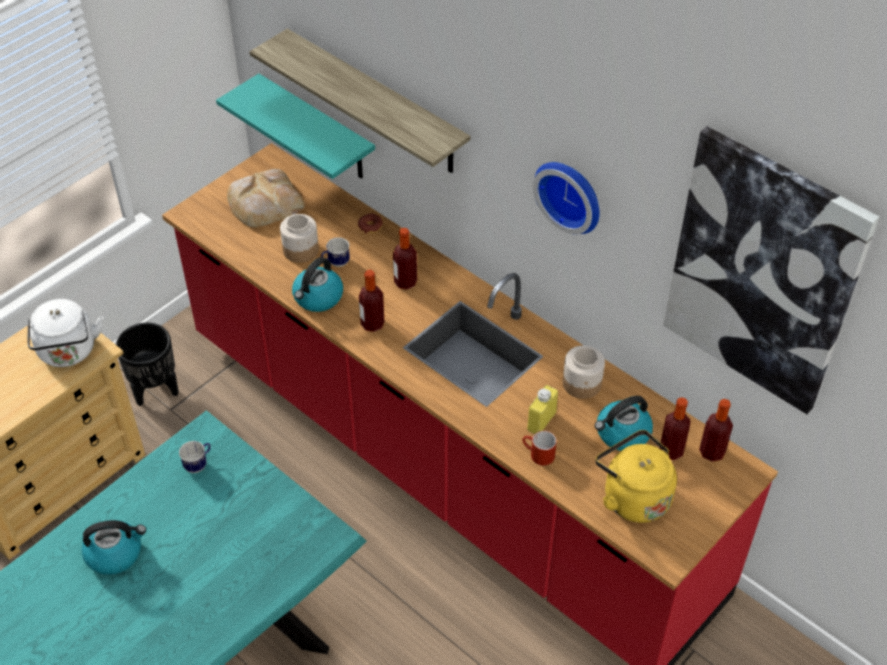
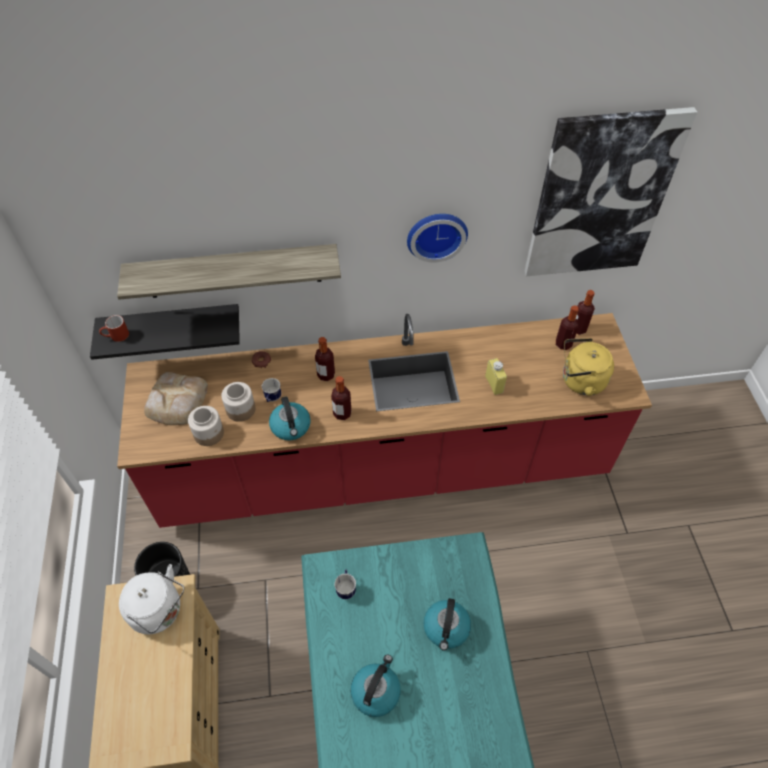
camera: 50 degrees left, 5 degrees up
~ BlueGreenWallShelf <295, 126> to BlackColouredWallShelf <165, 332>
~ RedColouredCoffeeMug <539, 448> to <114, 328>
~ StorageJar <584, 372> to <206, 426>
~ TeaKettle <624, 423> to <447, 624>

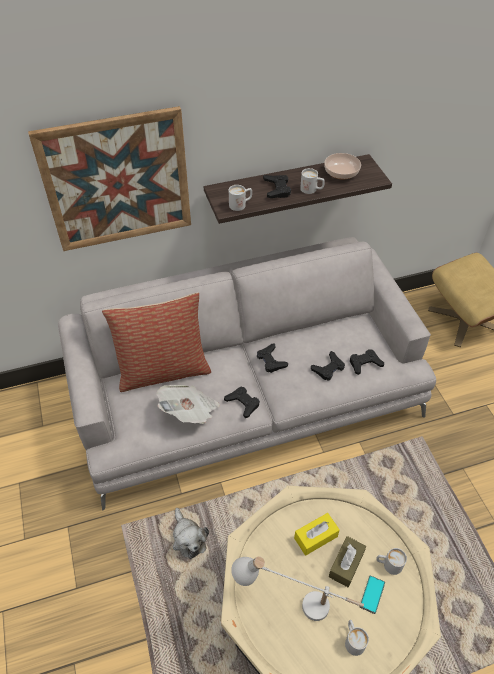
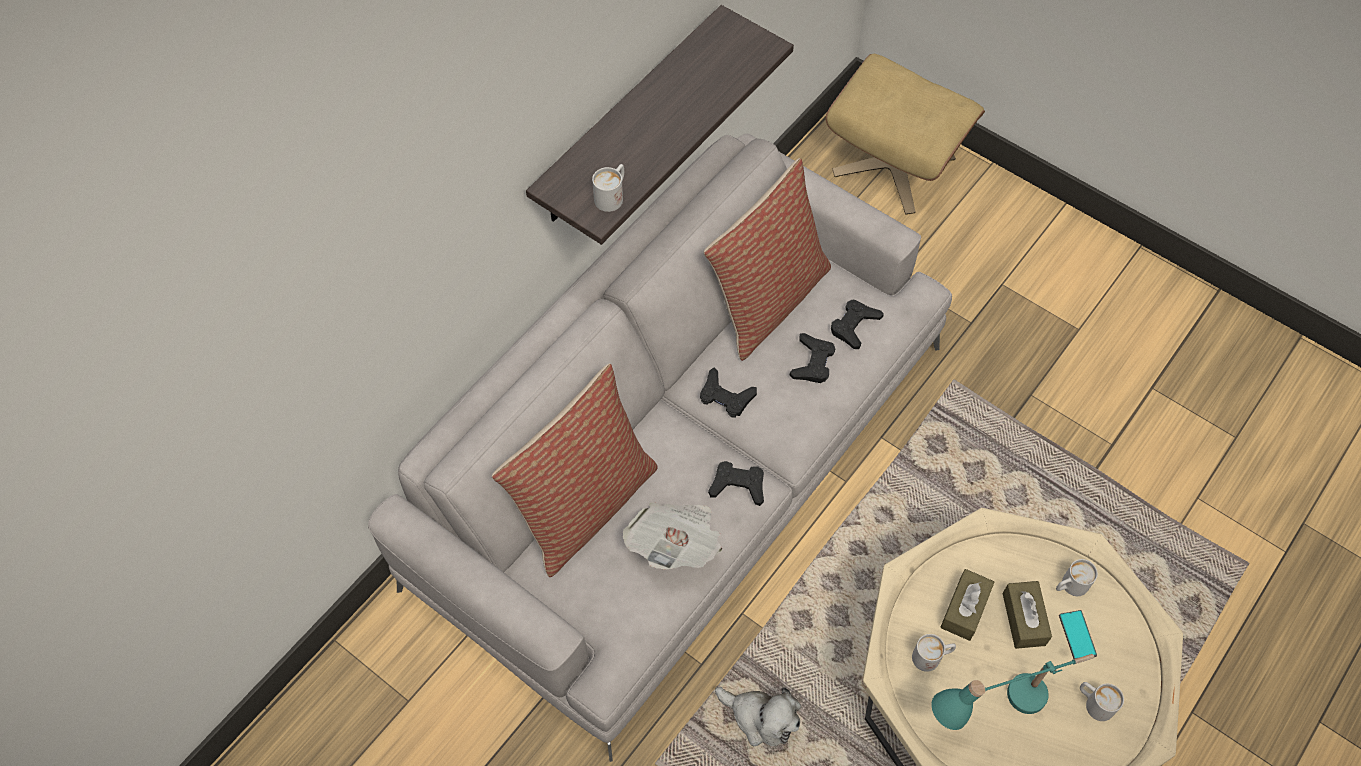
camera: 35 degrees left, 10 degrees up
- WallPicture <109, 178>
~ WhiteColouredTableLamp <297, 588> to BlueGreenTableLamp <1013, 692>
- BlackColouredGameController <277, 186>
~ YellowishTissueHolder <317, 534> to BrownishTissueHolder <967, 605>
~ WhiteColouredCoffeeMug <312, 181> to <934, 653>
- Bowl <342, 166>
+ ThrowPillow <767, 259>

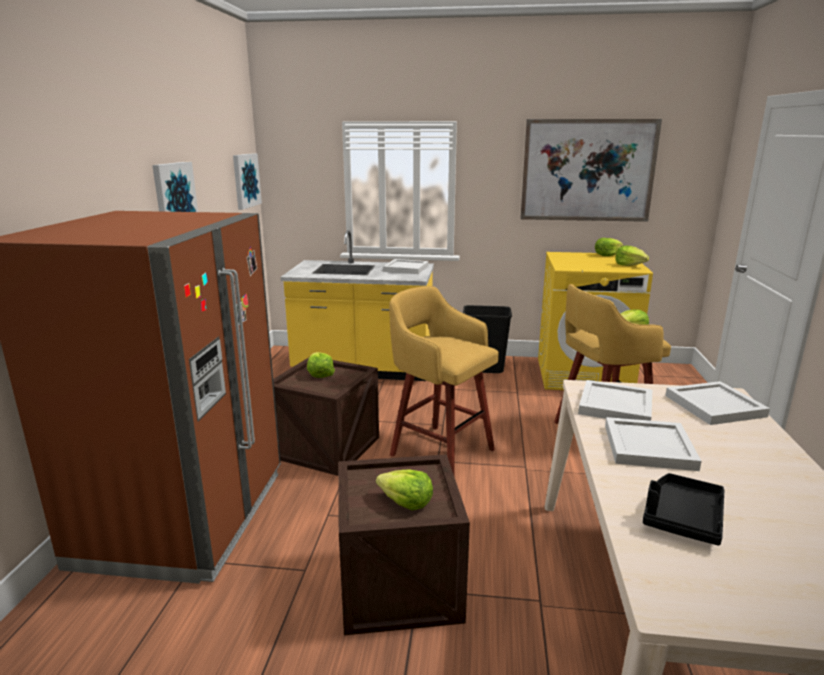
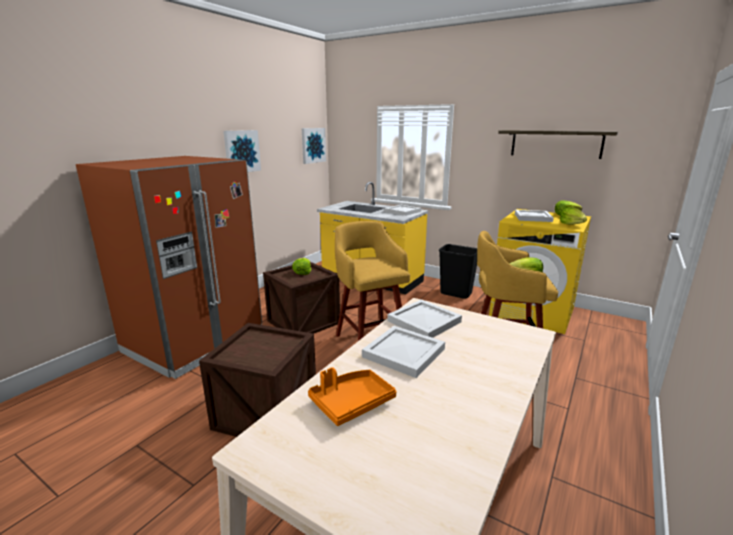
camera: 25 degrees right, 0 degrees up
- HeadOfLettuce <404, 490>
~ WallPicture <591, 170> to WallShelf <558, 144>
~ BlackColouredServingTray <683, 509> to OrangeyServingTray <352, 396>
~ WhiteColouredServingTray <718, 403> to <534, 216>

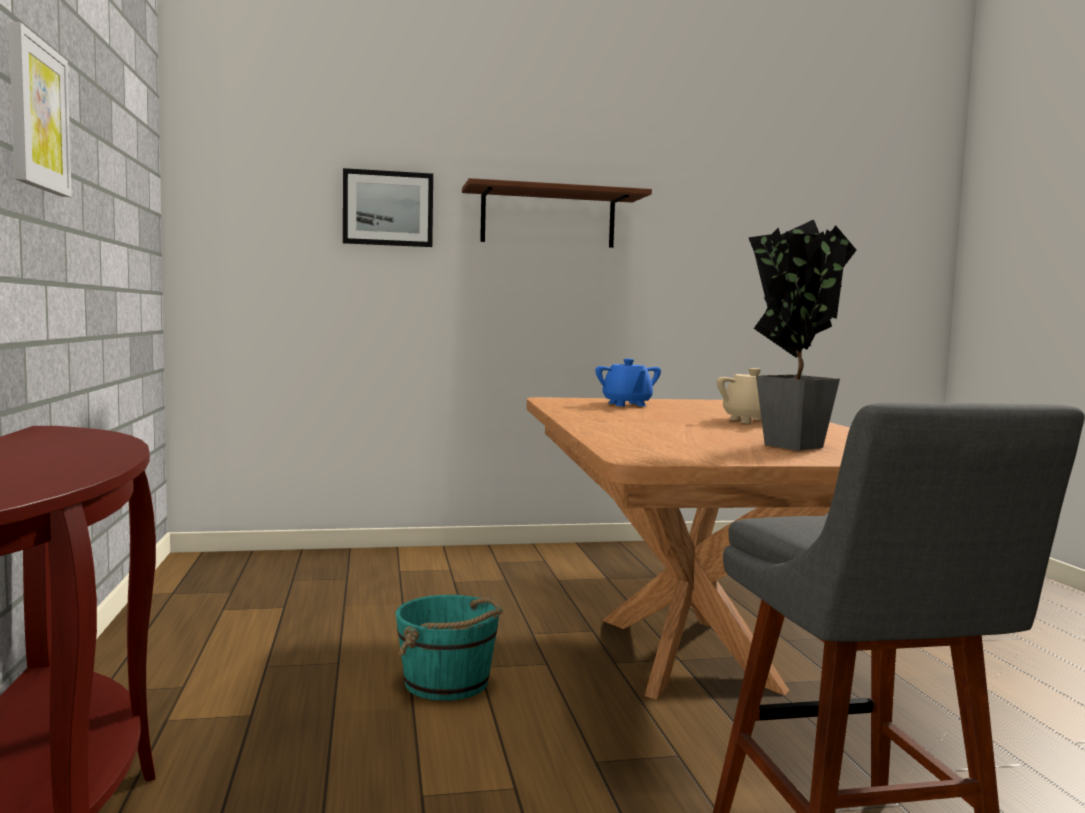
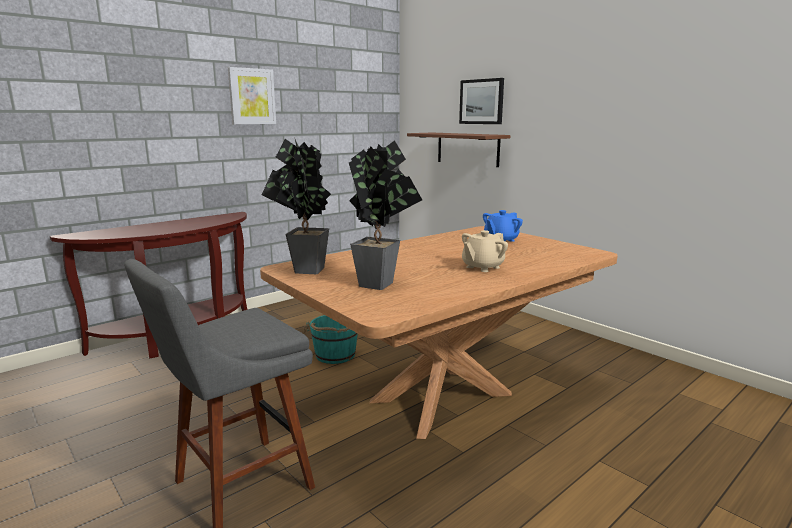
camera: 60 degrees right, 10 degrees up
~ BrownishWallShelf <557, 213> to <458, 150>
+ Houseplant <296, 206>

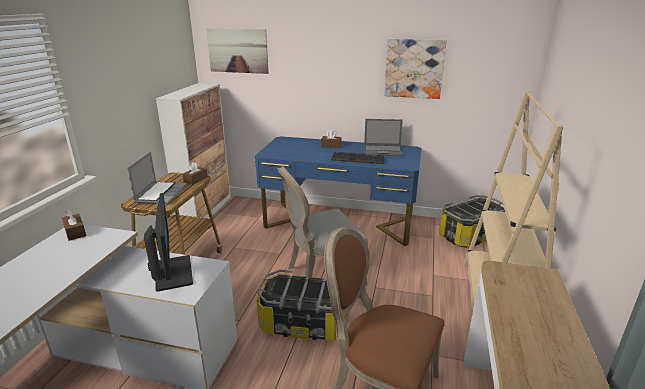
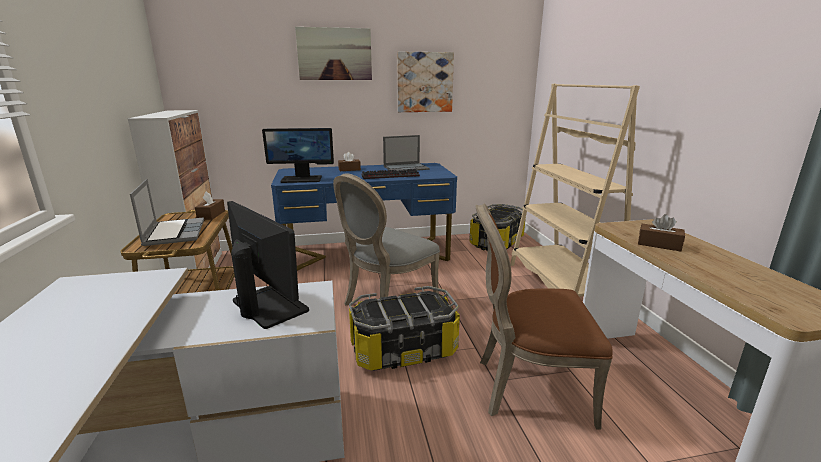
camera: 25 degrees left, 5 degrees down
~ BrownishTissueHolder <74, 225> to <661, 233>
~ WallPicture <237, 51> to <333, 53>
+ ComputerDisplay <298, 155>

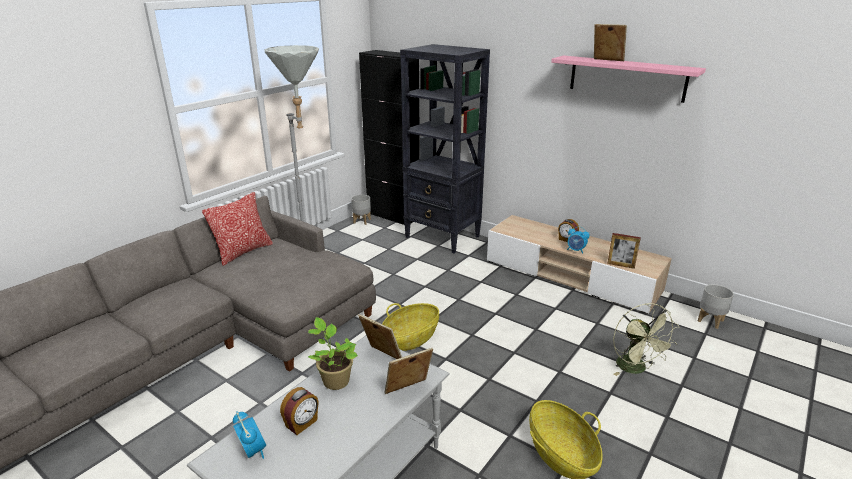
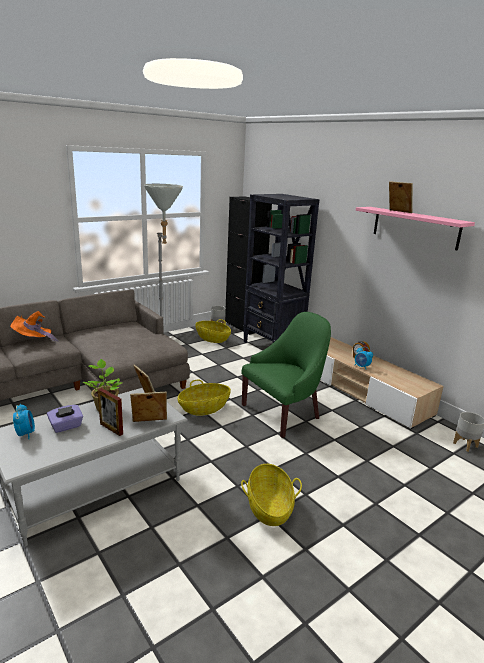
camera: 15 degrees right, 5 degrees down
- ThrowPillow <237, 229>
~ TableClock <299, 411> to PurpleColouredTissueHolder <65, 419>
~ PictureFrame <624, 251> to <110, 412>
- GreenishElectricFan <646, 339>
+ OrangeyWearableHat <34, 327>
+ StorageBasket <213, 331>
+ GreenishArmchair <286, 375>

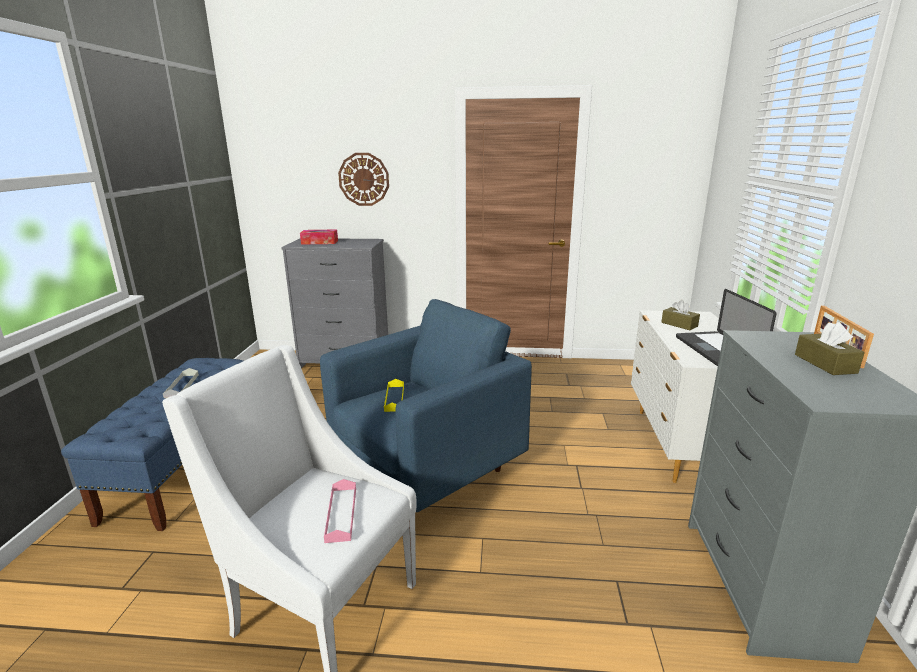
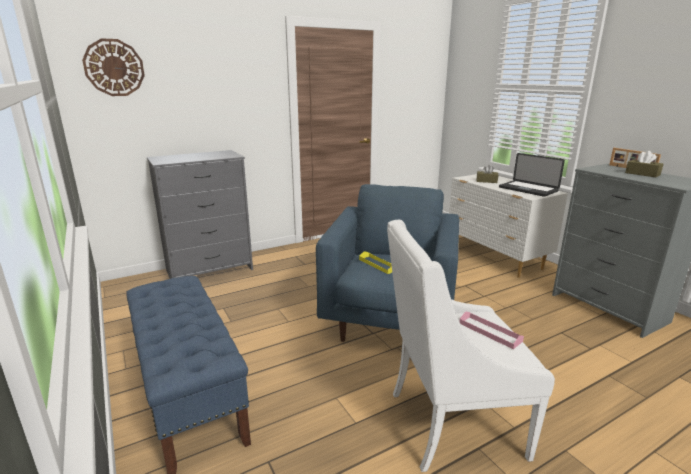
camera: 35 degrees left, 0 degrees up
- GreyishServingTray <181, 383>
- TissueHolder <319, 236>
~ WallClock <363, 179> to <113, 67>

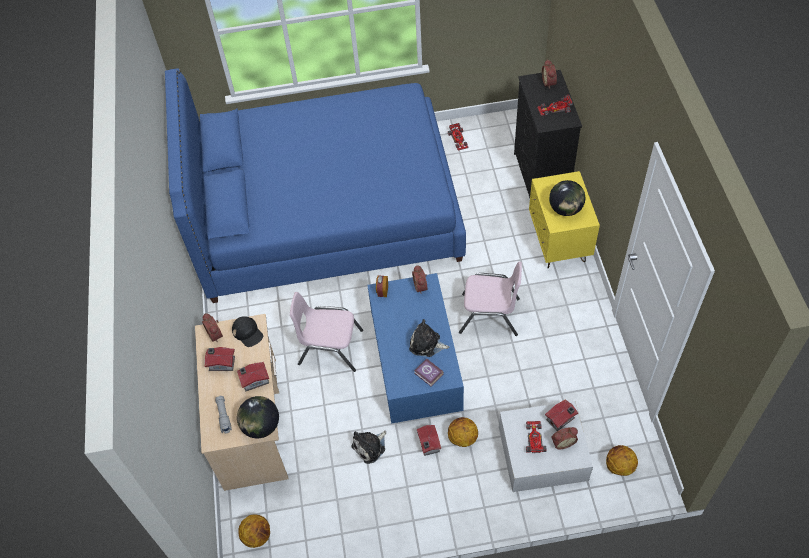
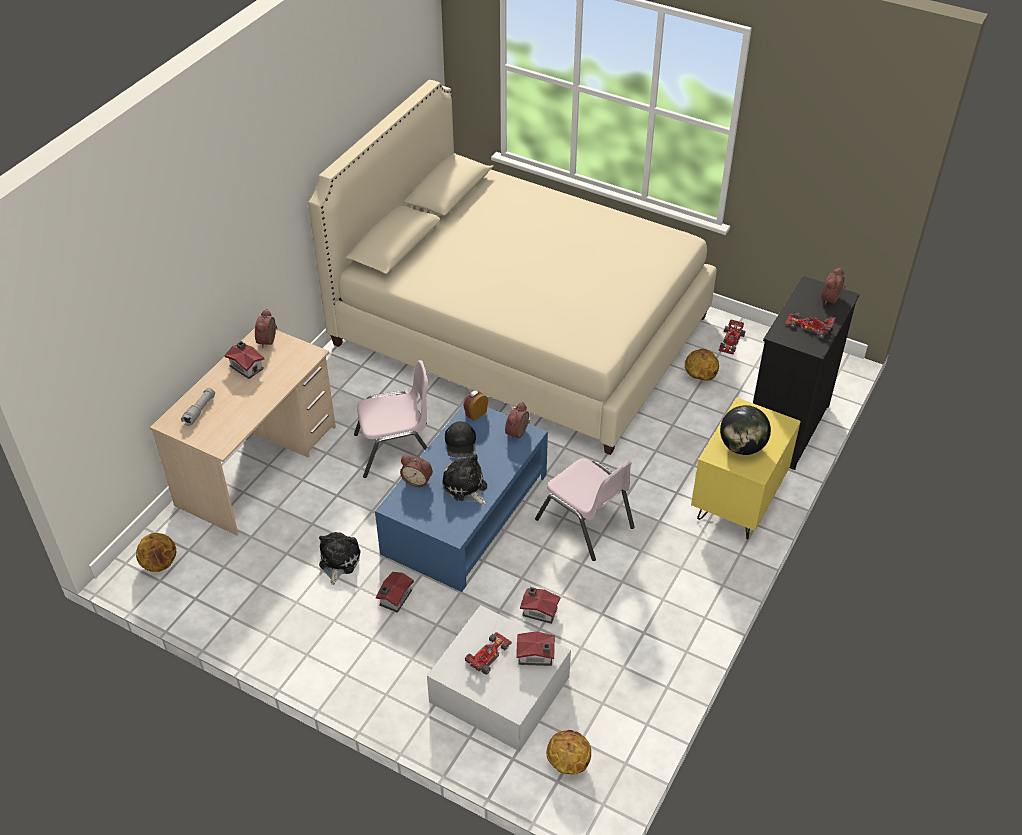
camera: 35 degrees right, 10 degrees down
~ BlueColouredSleepingBed <315, 185> to SandColouredSleepingBed <512, 267>
~ BlackColouredCap <247, 331> to <460, 439>
~ MiniatureHouse <253, 376> to <540, 605>
- DeskGlobe <258, 417>
~ PinkishUprightChair <326, 332> = <391, 419> 120 degrees clockwise
~ SoftToy <368, 447> = <340, 558> 105 degrees clockwise
- Book <429, 372>
~ BasketballBall <463, 432> to <702, 365>
~ TableClock <564, 438> to <416, 471>

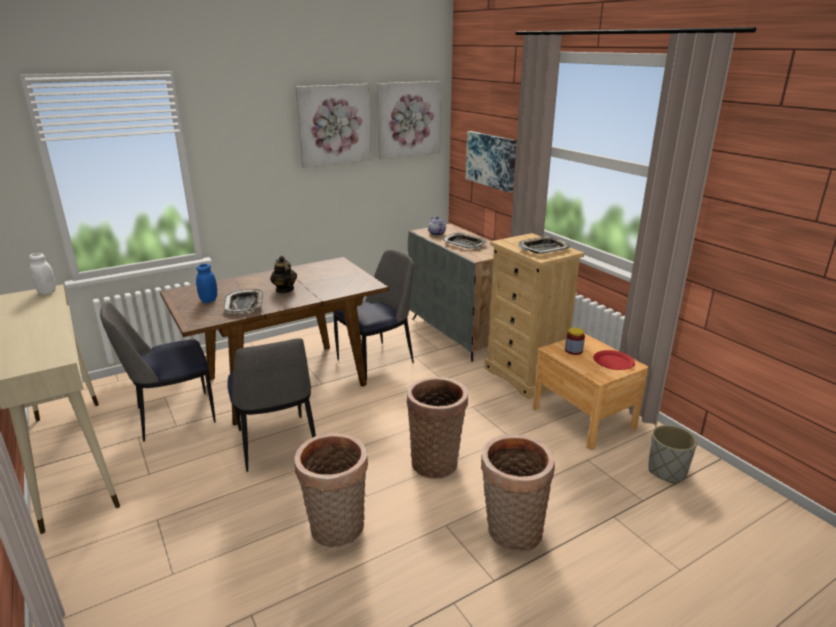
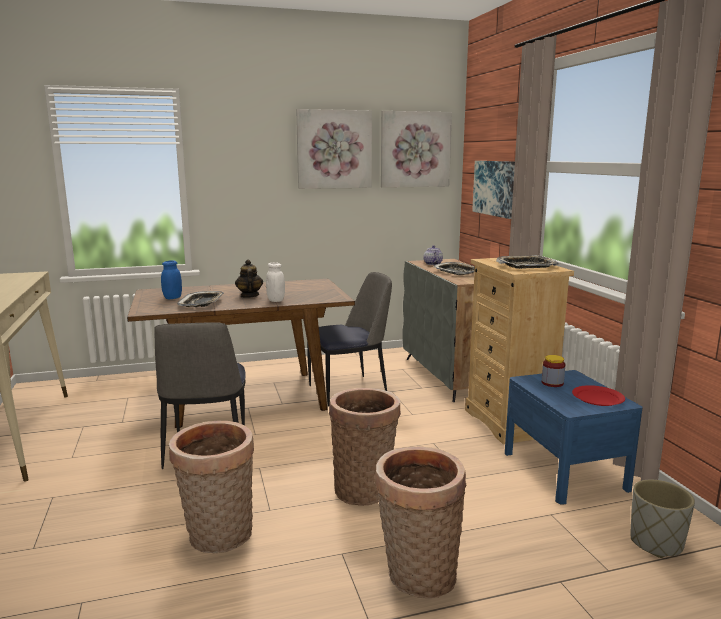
camera: 15 degrees right, 10 degrees down
~ WhiteColouredStorageJar <42, 274> to <275, 282>
- UprightChair <158, 372>
~ BrownishNightstand <590, 392> to BlueColouredNightstand <574, 437>

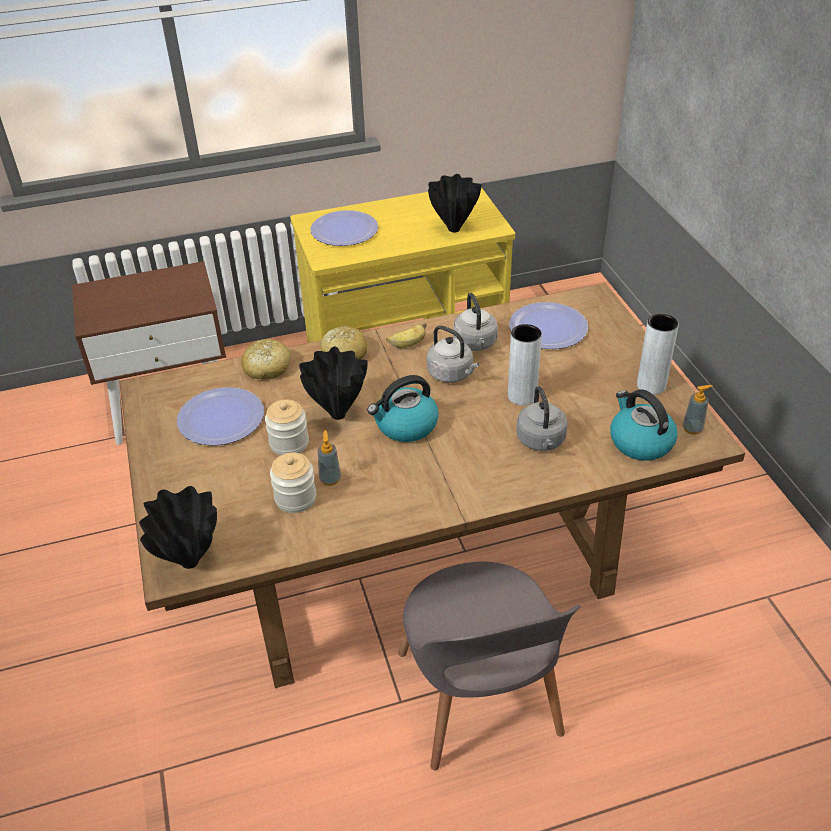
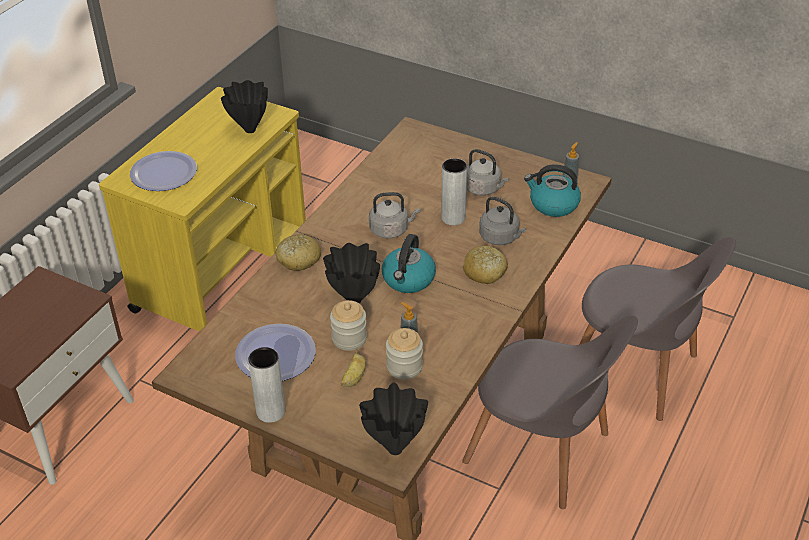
camera: 45 degrees left, 0 degrees up
~ BakedBread <266, 359> to <485, 264>
~ Banana <406, 335> to <353, 368>
~ GreyishTeaKettle <475, 322> to <487, 172>
- DinnerPlate <548, 325>
~ GreyishFlowerVase <658, 354> to <266, 385>
+ GreyishUprightChair <657, 329>

